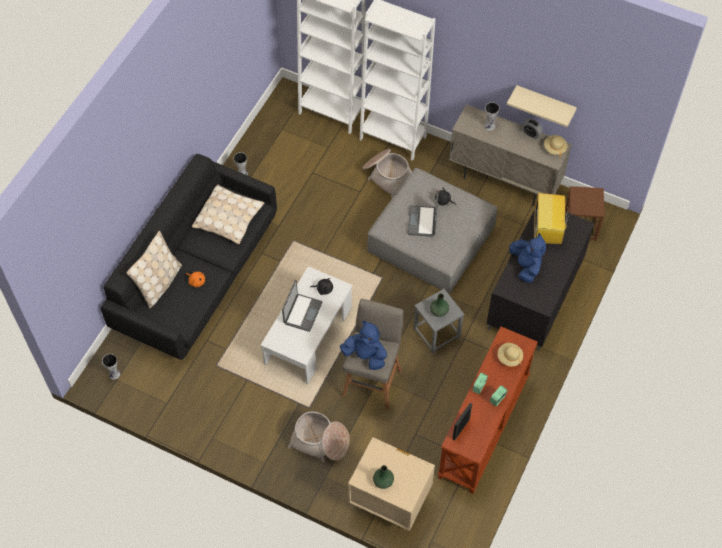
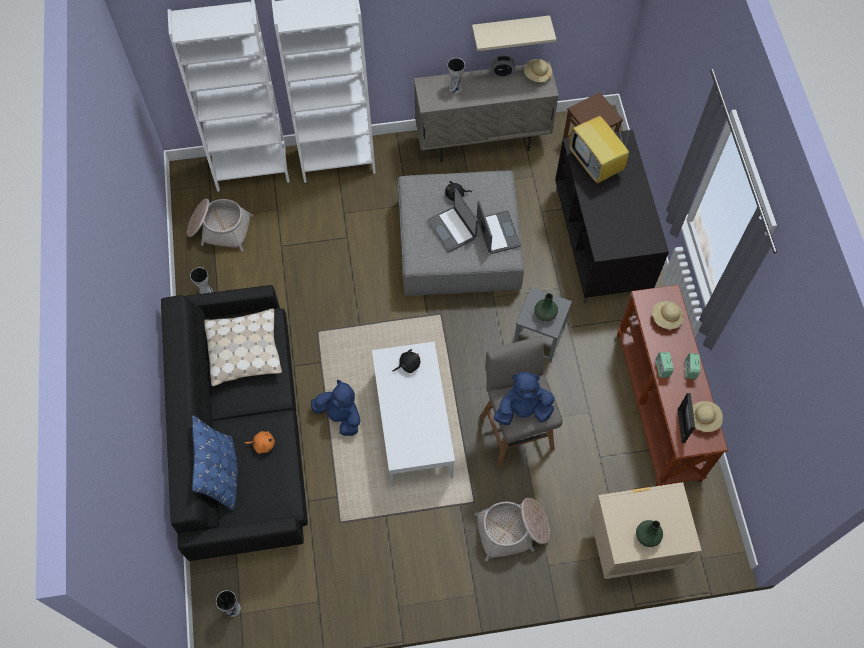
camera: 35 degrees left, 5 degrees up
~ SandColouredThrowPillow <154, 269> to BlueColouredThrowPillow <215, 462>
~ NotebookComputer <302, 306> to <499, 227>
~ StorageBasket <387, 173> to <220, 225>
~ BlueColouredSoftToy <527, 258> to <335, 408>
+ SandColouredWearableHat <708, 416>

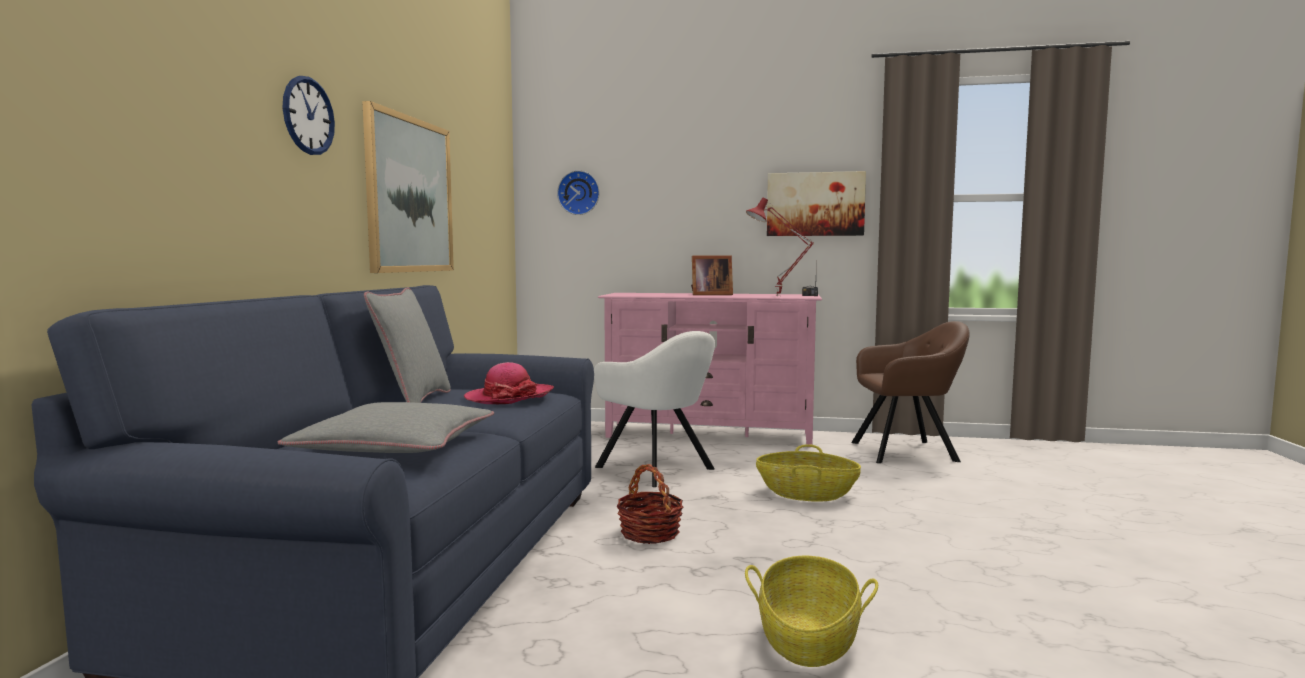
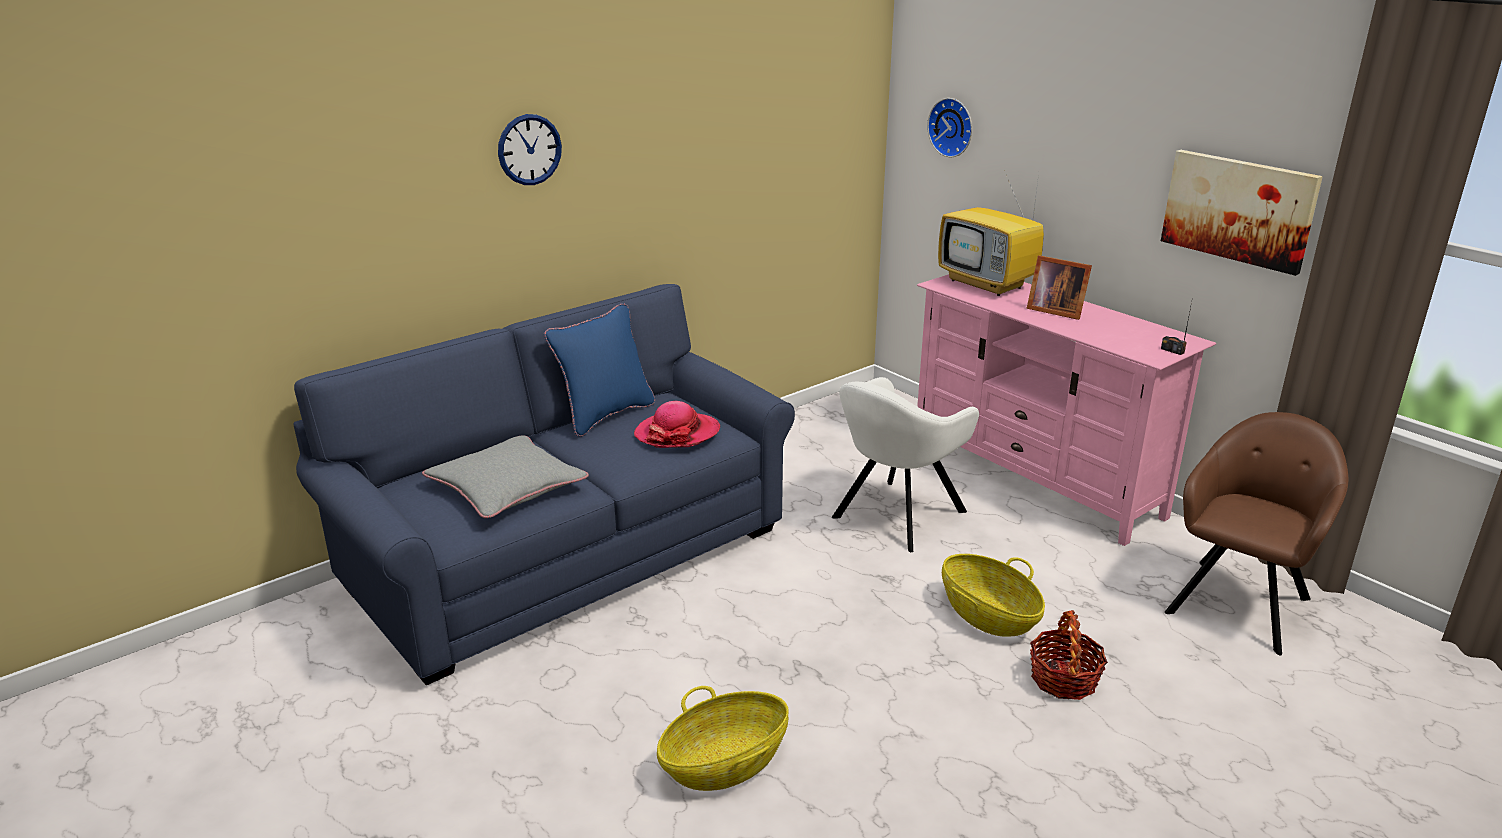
camera: 40 degrees right, 20 degrees up
- WallPicture <408, 187>
~ GreyishThrowPillow <407, 345> to BlueColouredThrowPillow <599, 370>
~ WhiteColouredArmchair <654, 409> = <905, 464> 45 degrees clockwise
~ StorageBasket <649, 504> to <1069, 655>
- RedColouredTableLamp <780, 247>
~ BrownishArmchair <910, 392> = <1256, 533> 90 degrees counterclockwise
+ TvSet <991, 235>

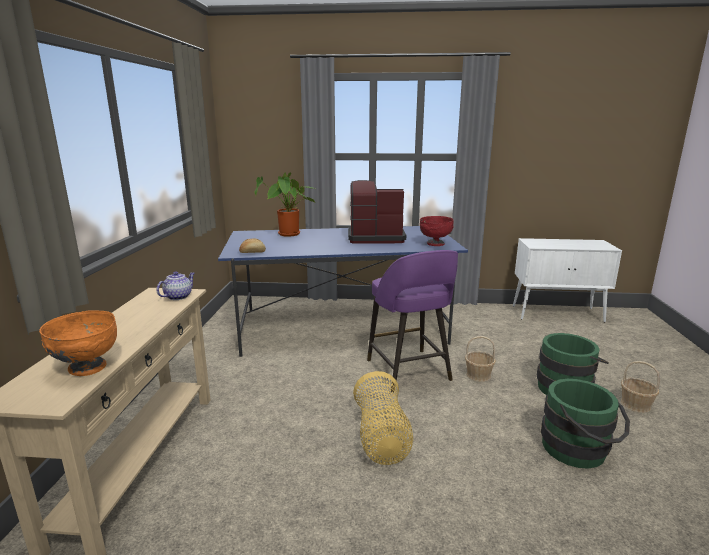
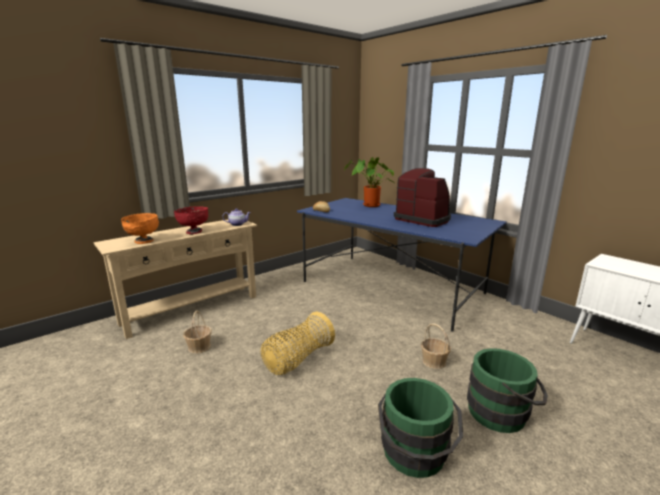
camera: 45 degrees right, 0 degrees up
- PurpleColouredStool <412, 321>
~ RedColouredBowl <437, 231> to <191, 220>
~ StorageBasket <640, 387> to <197, 332>

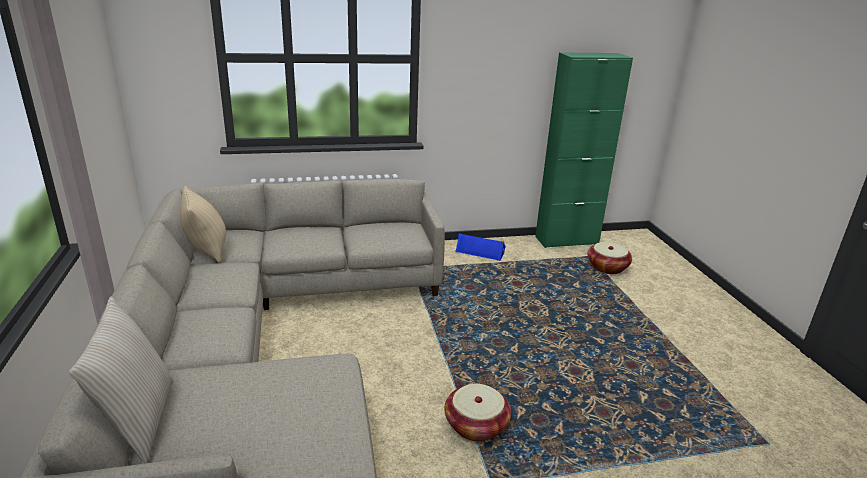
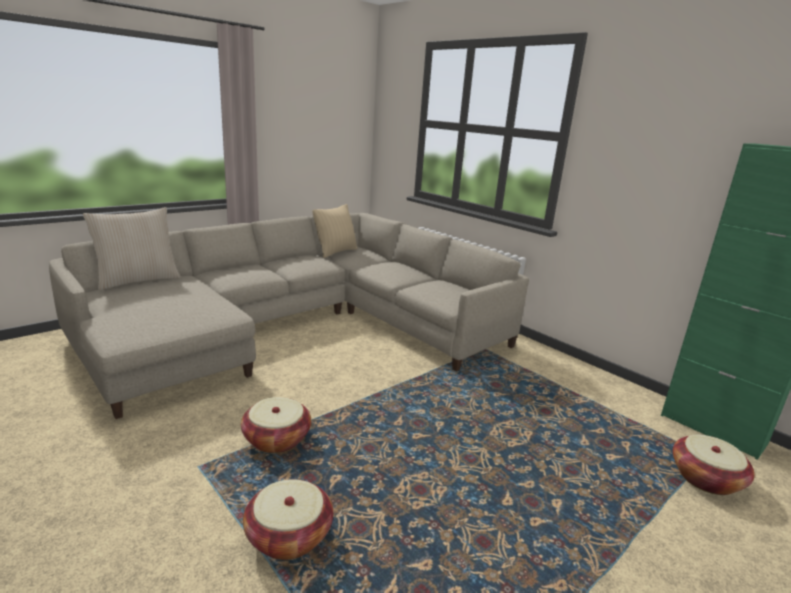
camera: 60 degrees right, 5 degrees down
- BlueColouredLoudspeaker <480, 247>
+ StorageBasket <288, 519>

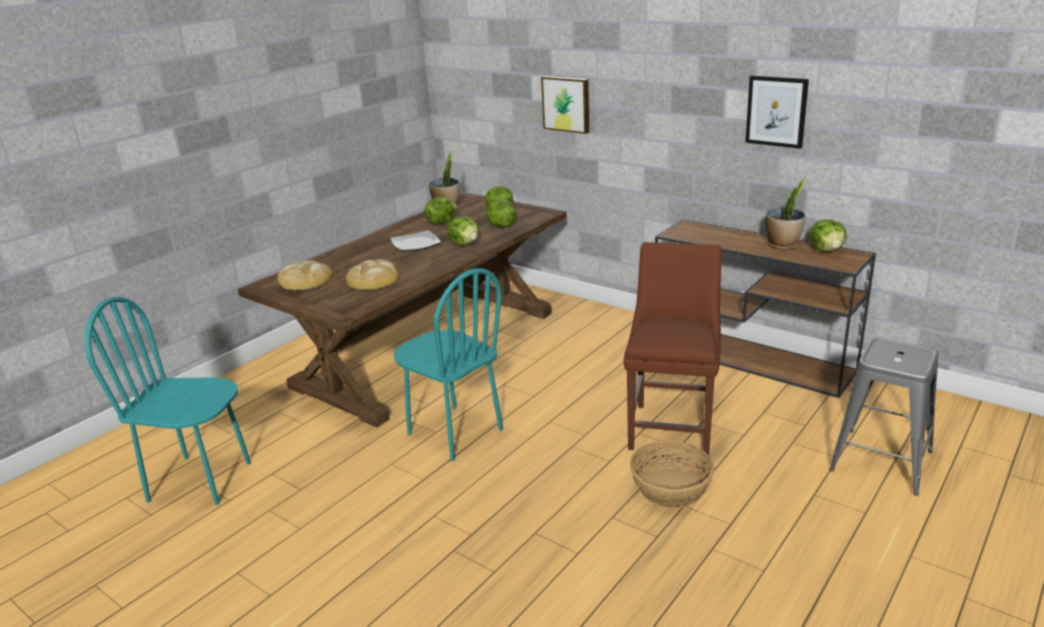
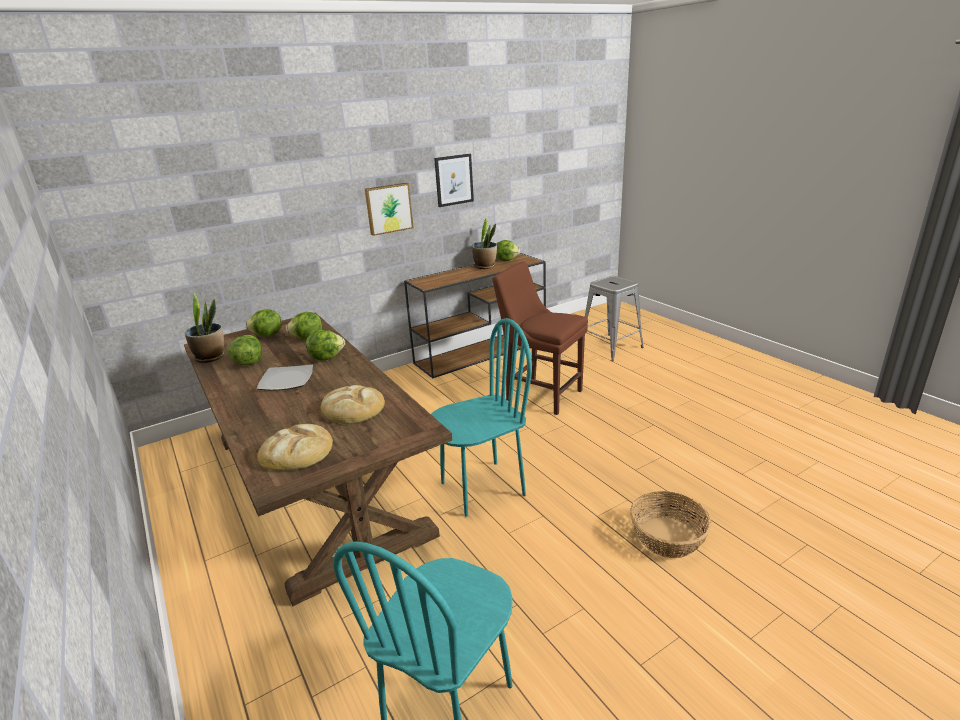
camera: 70 degrees left, 0 degrees up
~ WallPicture <565, 105> to <389, 209>
~ StorageBasket <672, 474> to <671, 524>

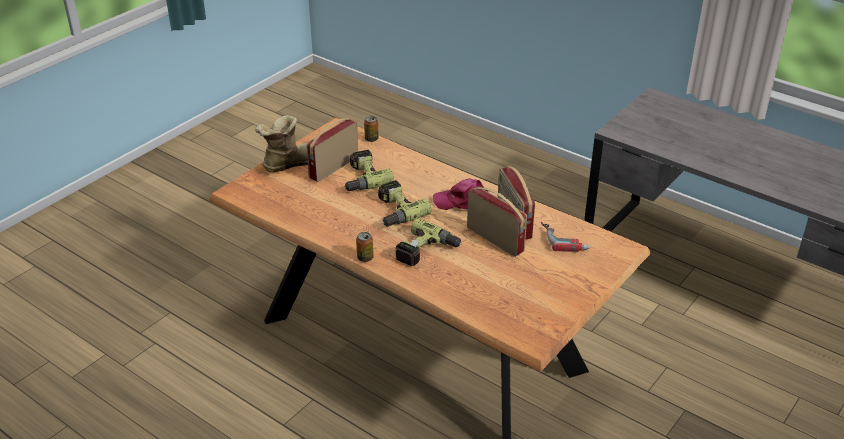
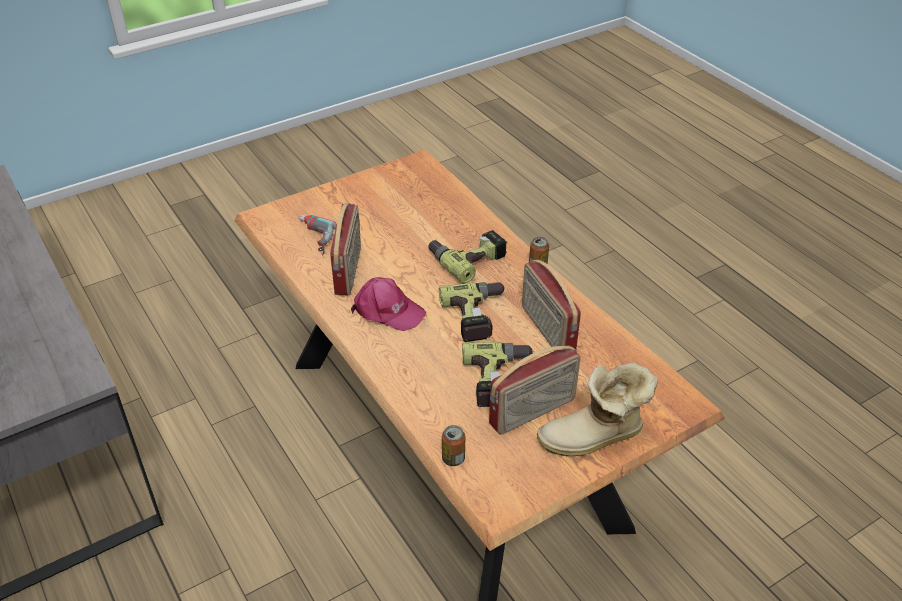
camera: 160 degrees left, 5 degrees up
~ RadioSet <497, 222> to <551, 305>

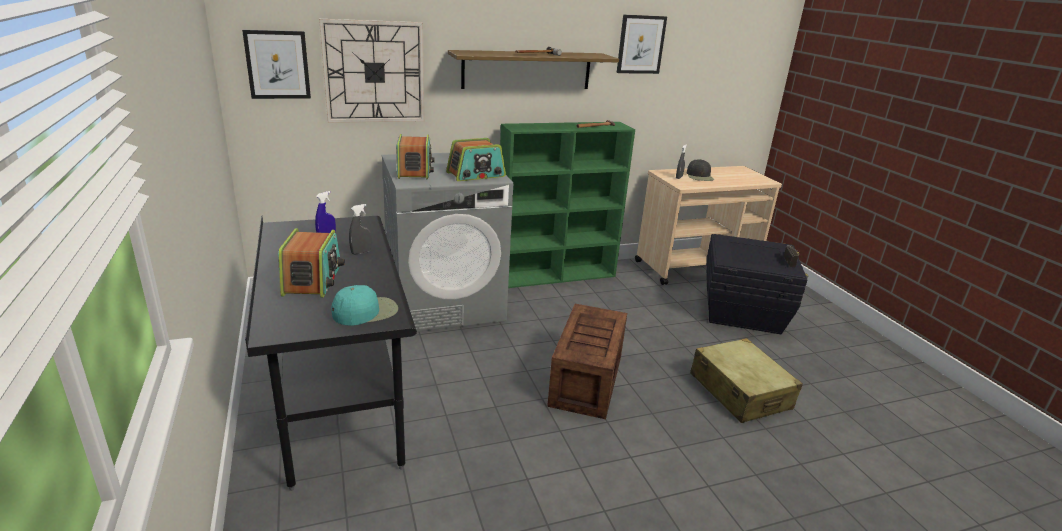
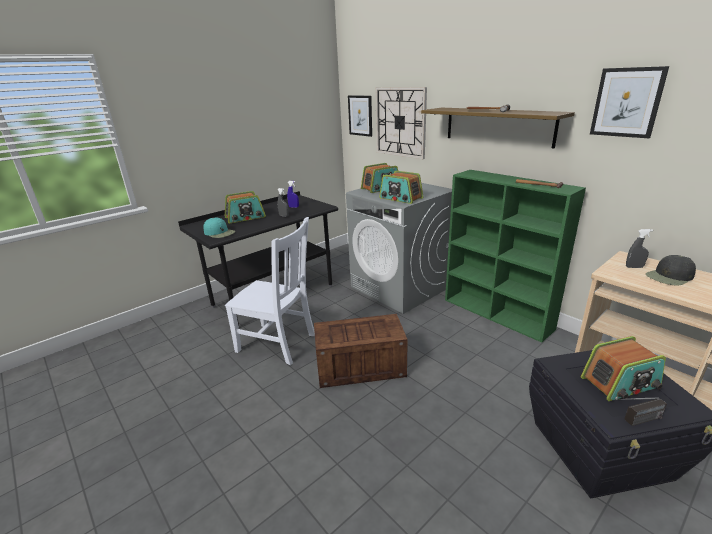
camera: 70 degrees right, 0 degrees up
- SandColouredPieceOfLuggage <746, 380>
+ WhiteColouredUprightChair <270, 291>
+ RadioSet <623, 368>

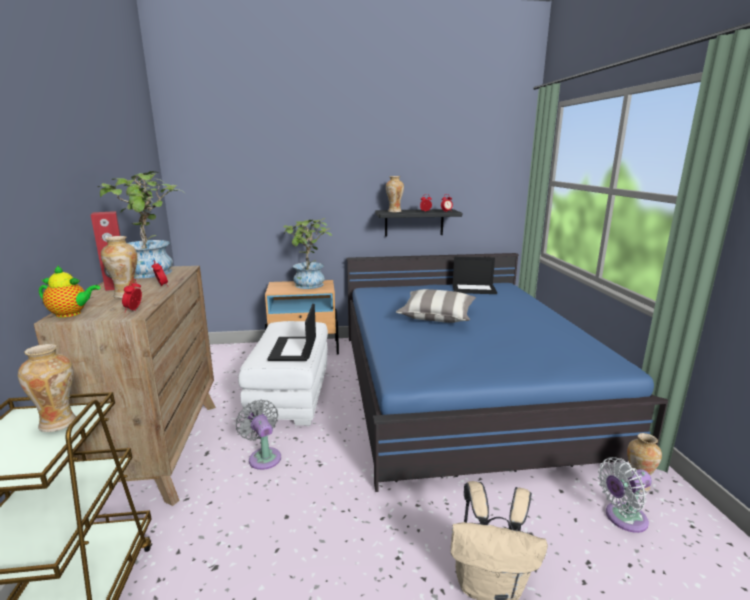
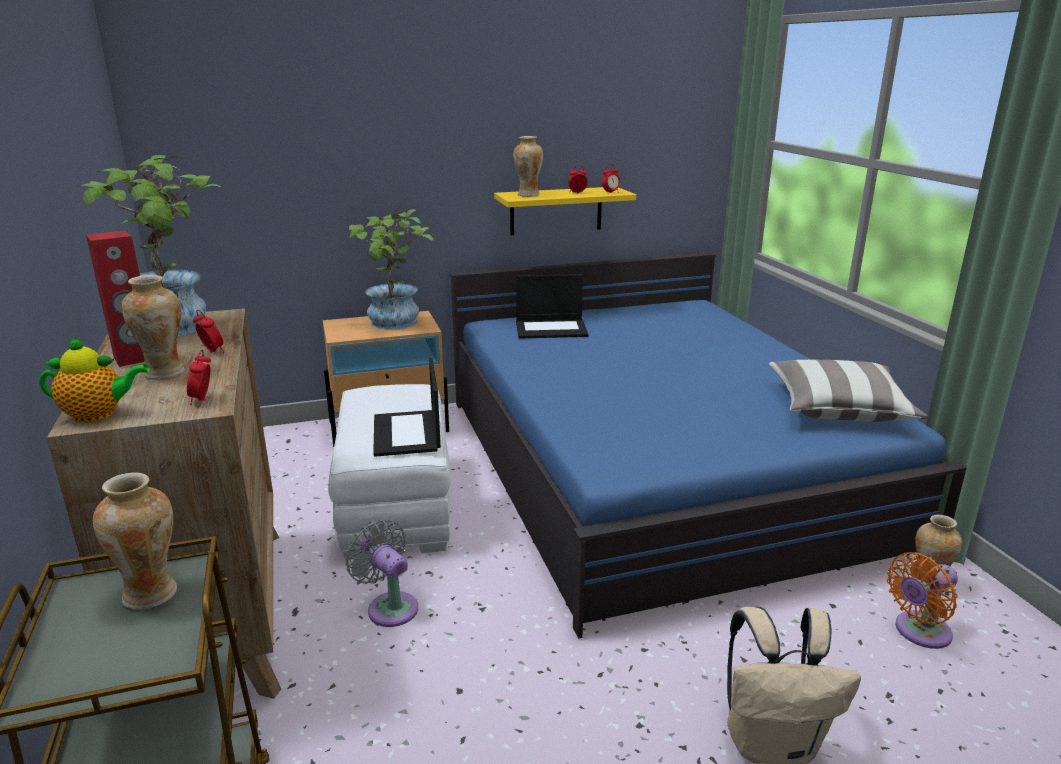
camera: 10 degrees left, 5 degrees up
~ BlackColouredWallShelf <418, 223> to YellowishWallShelf <565, 211>
~ ThrowPillow <436, 306> to <848, 391>
~ NotebookComputer <474, 275> to <552, 306>
~ WhiteColouredElectricFan <625, 495> to OrangeyElectricFan <922, 600>

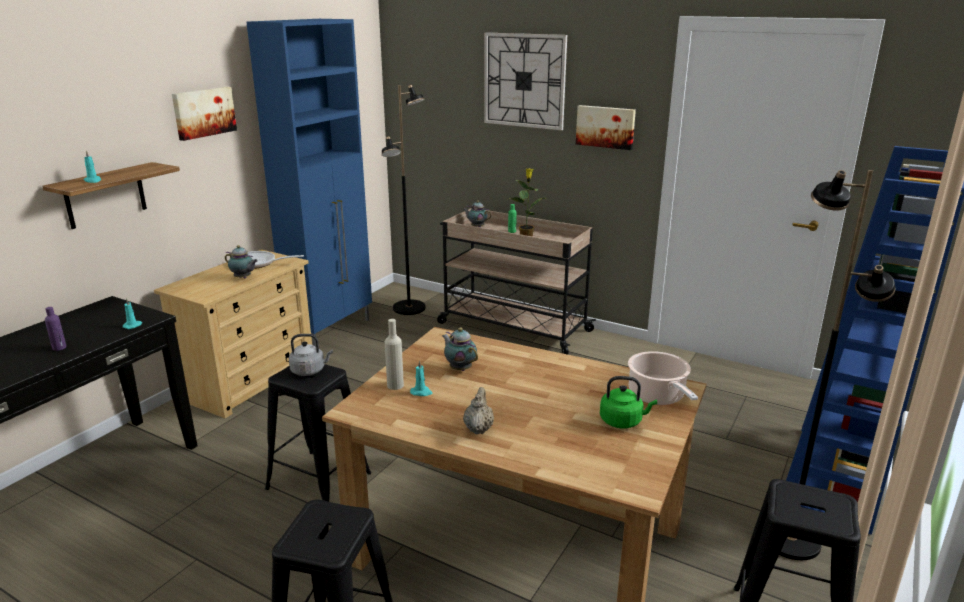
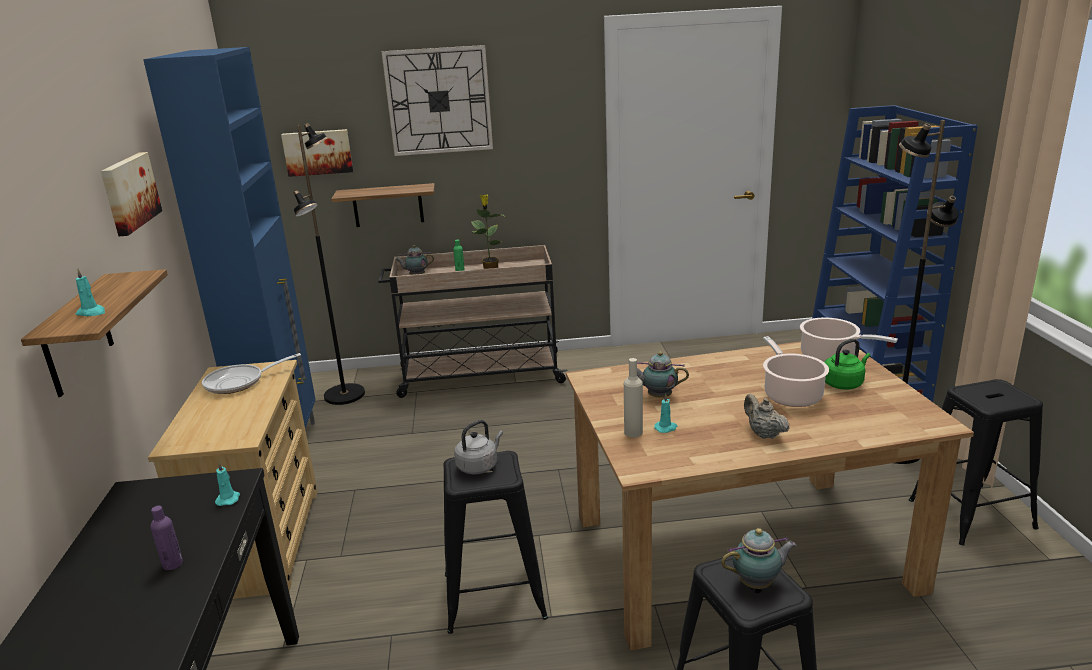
camera: 35 degrees left, 0 degrees up
~ PotForTea <241, 262> to <759, 558>
~ WallPicture <606, 127> to <317, 153>
+ WallShelf <383, 205>
+ CookingPot <796, 371>

